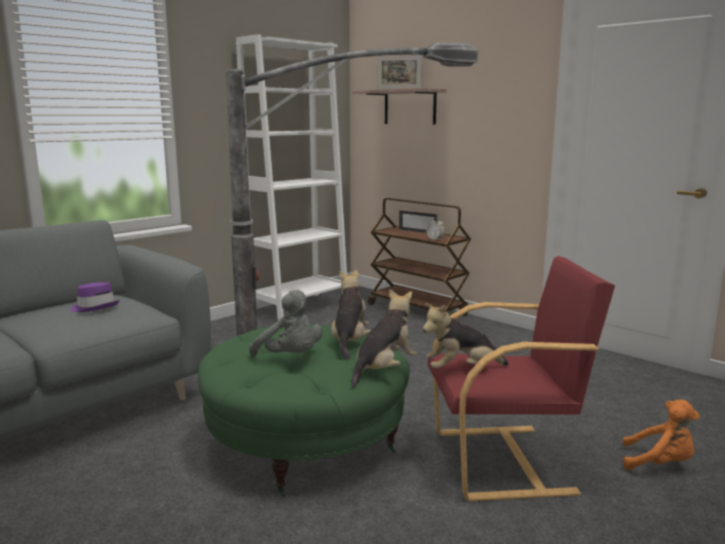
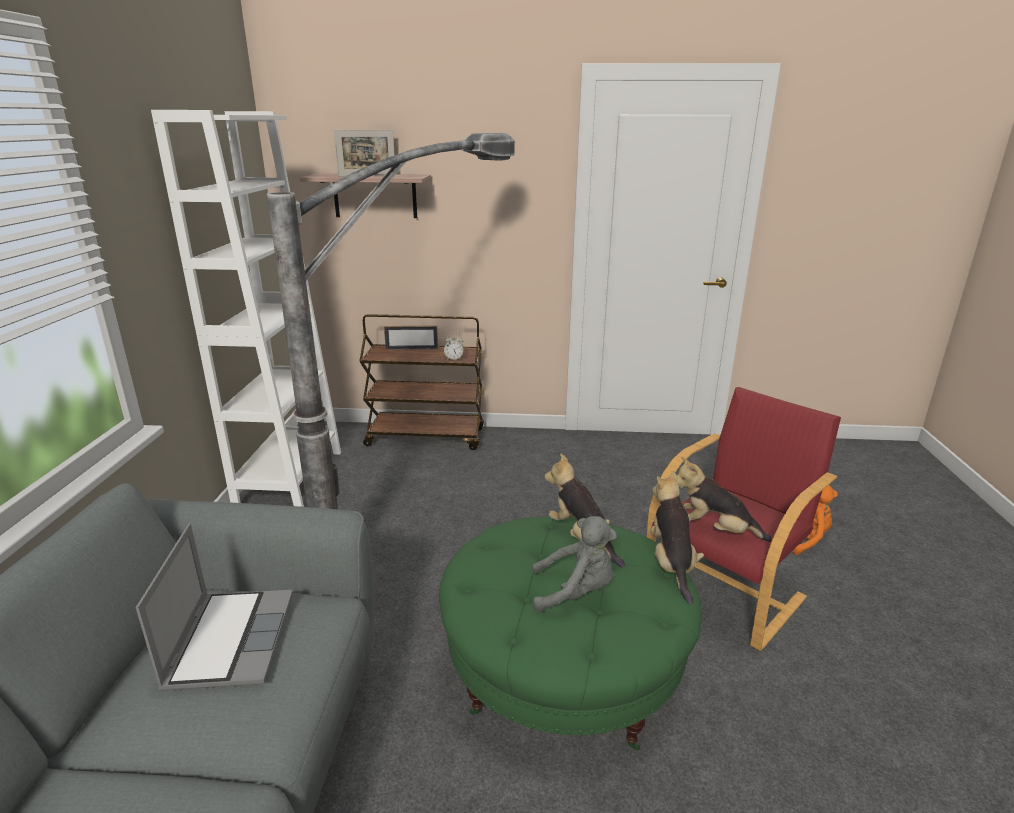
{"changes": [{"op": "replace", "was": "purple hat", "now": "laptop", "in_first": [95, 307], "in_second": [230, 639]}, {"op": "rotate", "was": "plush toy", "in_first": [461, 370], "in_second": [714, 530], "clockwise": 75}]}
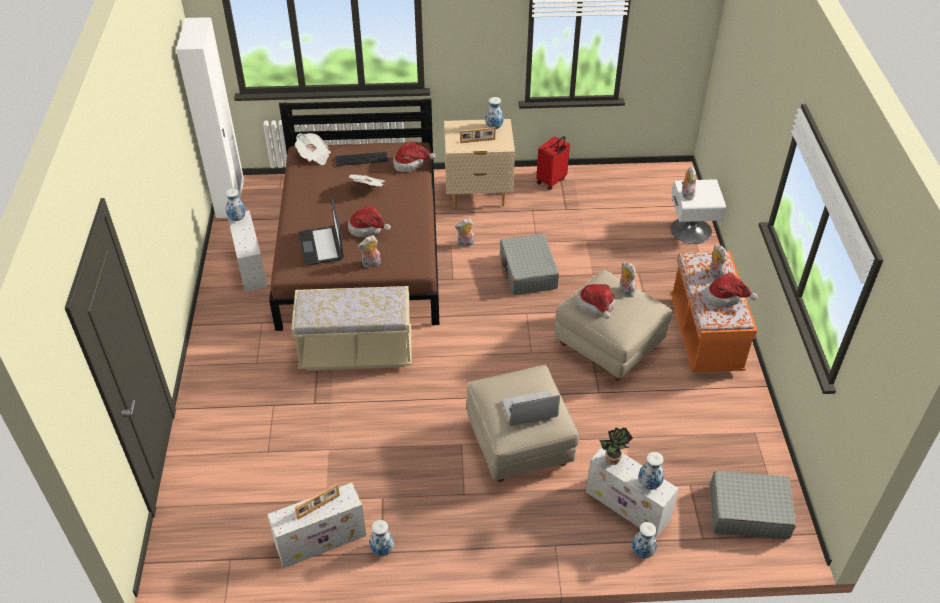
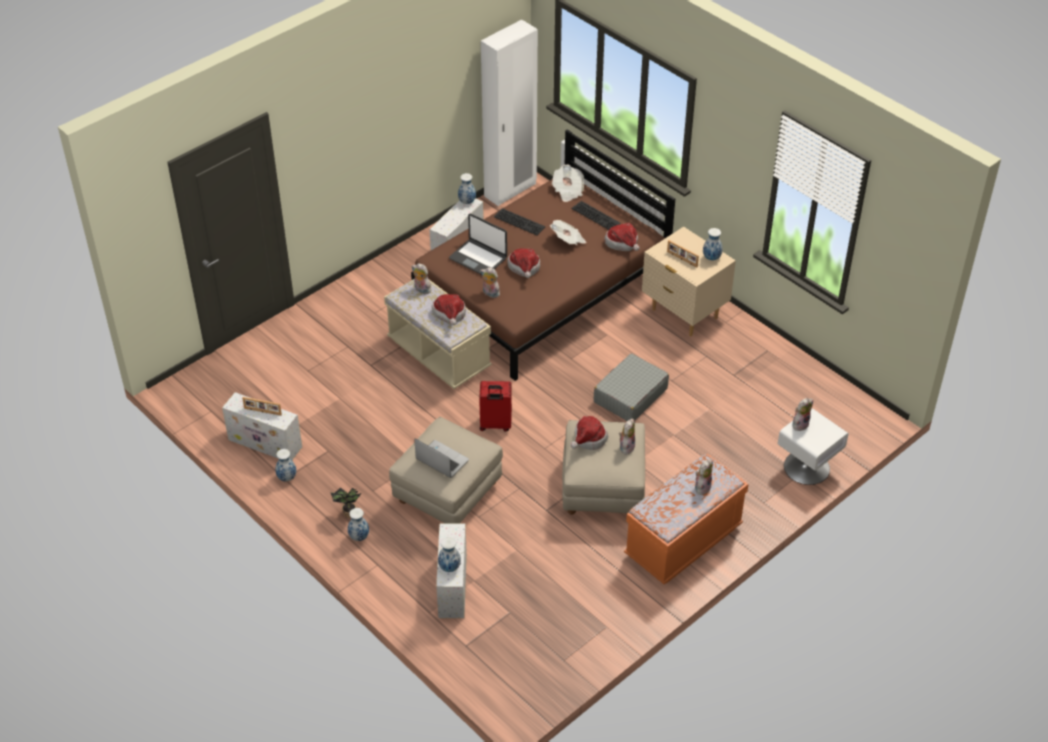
{"changes": [{"op": "move", "was": "potted plant", "in_first": [612, 461], "in_second": [348, 514]}, {"op": "move", "was": "vase", "in_first": [642, 552], "in_second": [358, 536]}, {"op": "move", "was": "plush toy", "in_first": [465, 244], "in_second": [421, 290]}, {"op": "move", "was": "hat", "in_first": [726, 297], "in_second": [450, 315]}, {"op": "rotate", "was": "laptop", "in_first": [322, 246], "in_second": [478, 258], "clockwise": -90}, {"op": "move", "was": "red suitcase", "in_first": [552, 181], "in_second": [495, 425]}, {"op": "insert", "now": "keyboard", "in_second": [520, 221]}, {"op": "delete", "was": "grey suitcase", "in_first": [748, 512]}]}
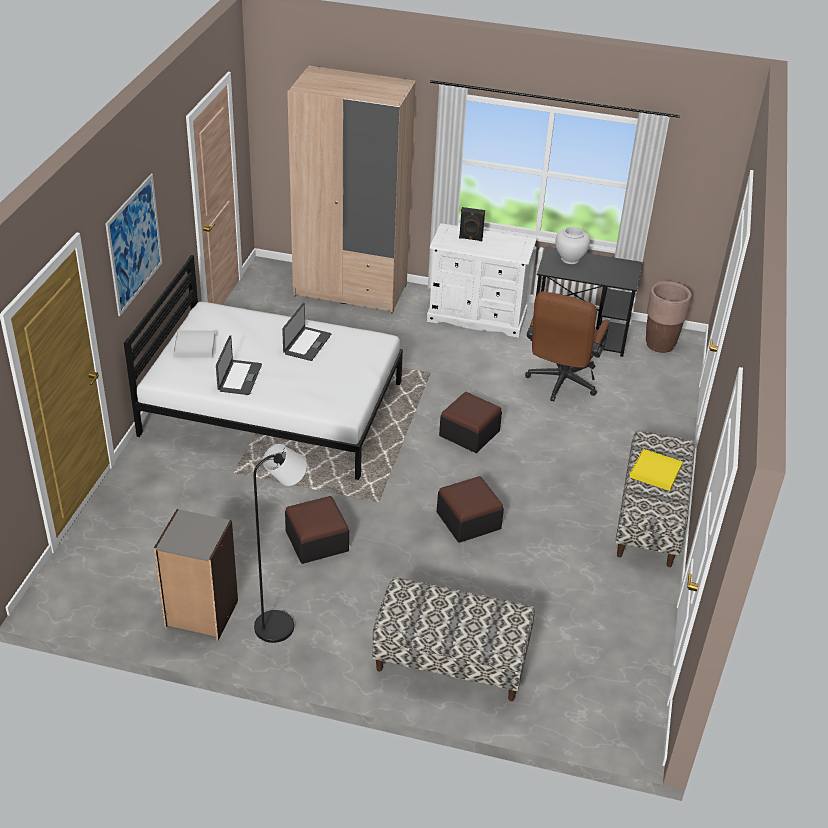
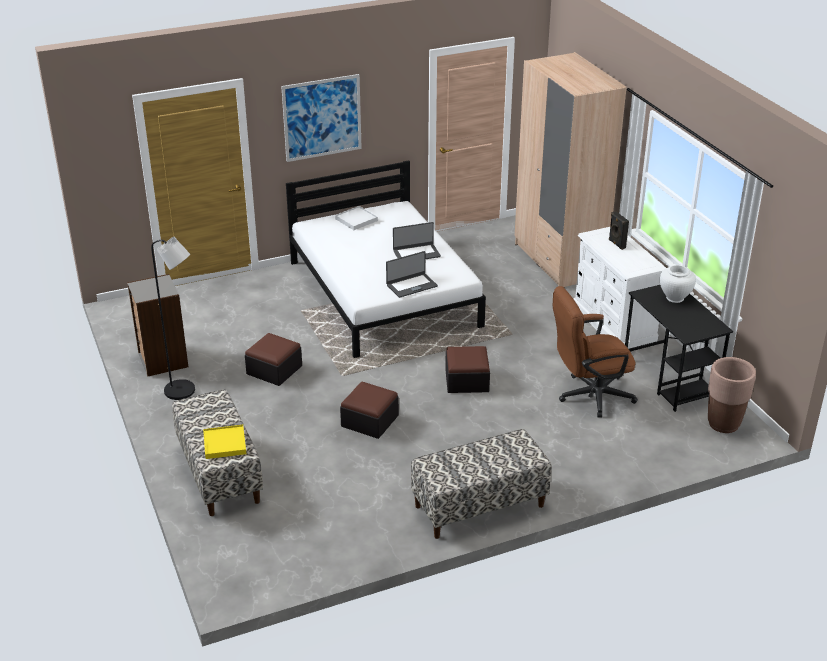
{"changes": [{"op": "move", "was": "yellow tray", "in_first": [655, 471], "in_second": [225, 444]}, {"op": "move", "was": "laptop", "in_first": [239, 378], "in_second": [411, 285]}]}
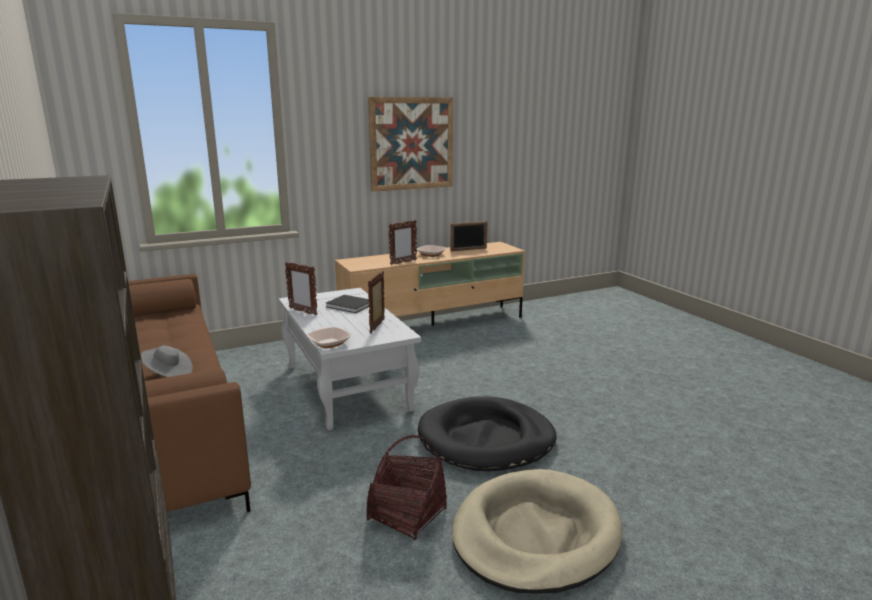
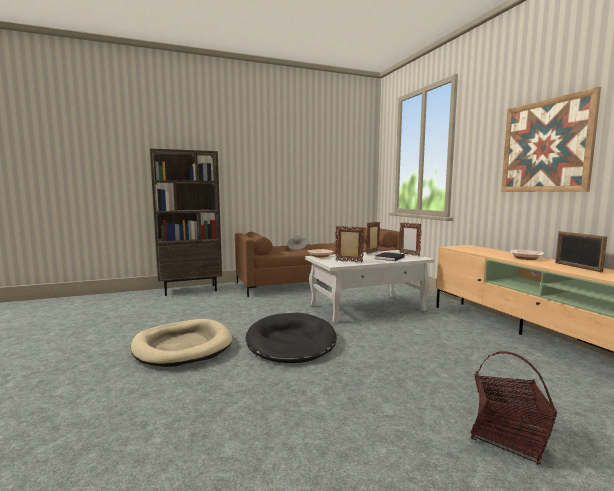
{"changes": [{"op": "move", "was": "picture frame", "in_first": [403, 262], "in_second": [409, 254]}, {"op": "move", "was": "basket", "in_first": [407, 514], "in_second": [508, 437]}]}
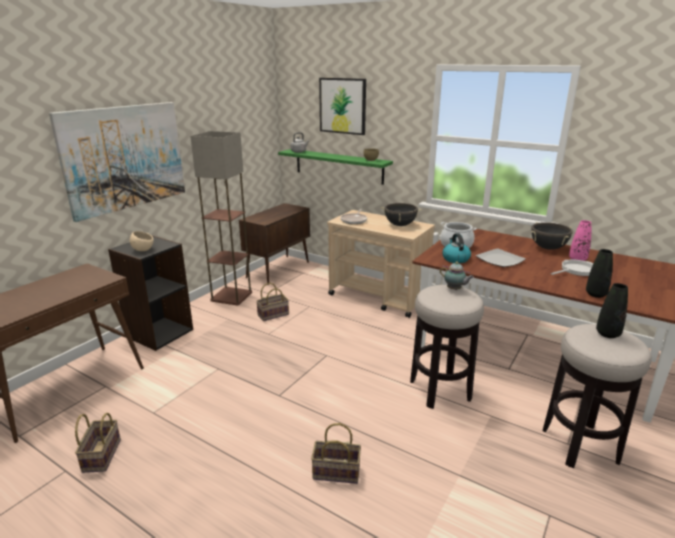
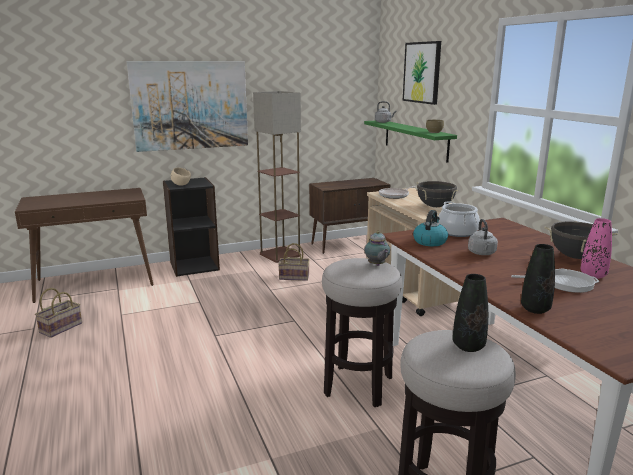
{"changes": [{"op": "replace", "was": "plate", "now": "grey kettle", "in_first": [500, 260], "in_second": [482, 253]}, {"op": "delete", "was": "basket", "in_first": [335, 473]}]}
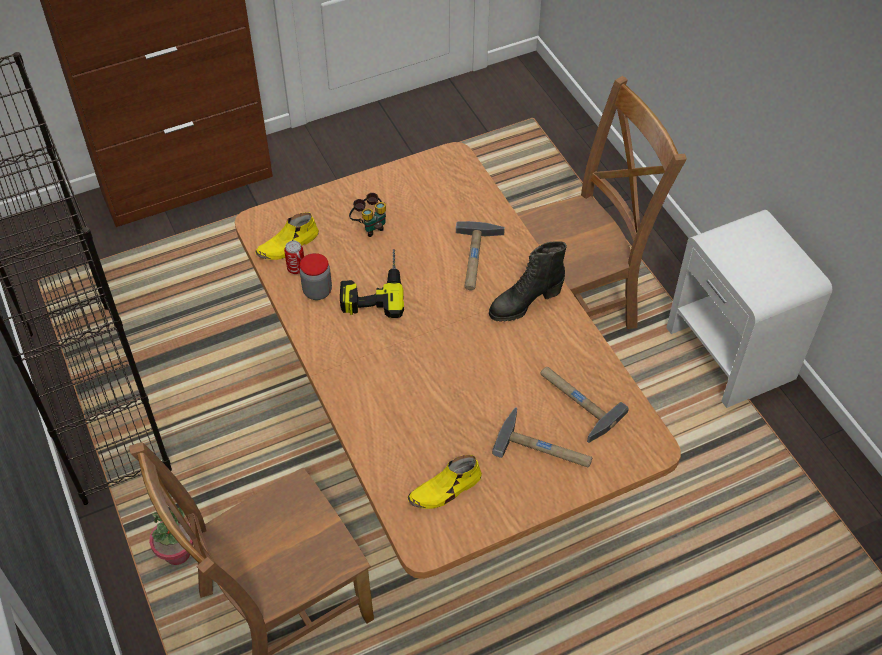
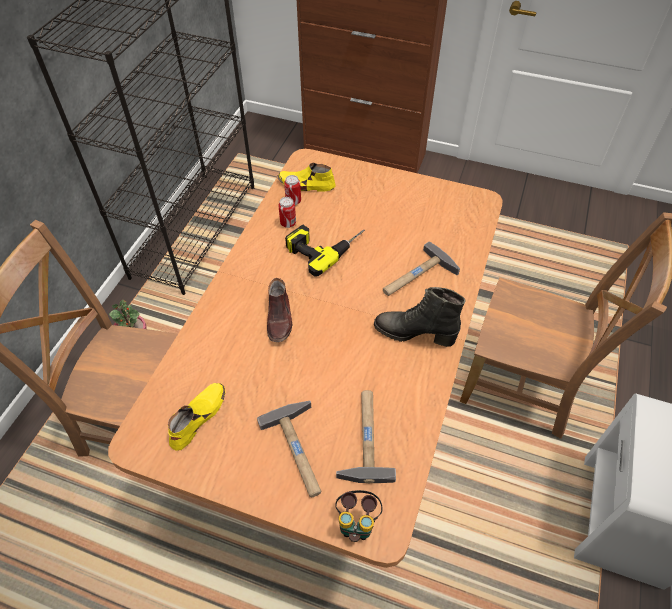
{"changes": [{"op": "rotate", "was": "yellow shoe", "in_first": [445, 490], "in_second": [197, 417], "clockwise": 105}, {"op": "insert", "now": "brown shoe", "in_second": [279, 318]}, {"op": "replace", "was": "jar", "now": "can", "in_first": [317, 291], "in_second": [288, 223]}, {"op": "move", "was": "binoculars", "in_first": [370, 226], "in_second": [357, 522]}]}
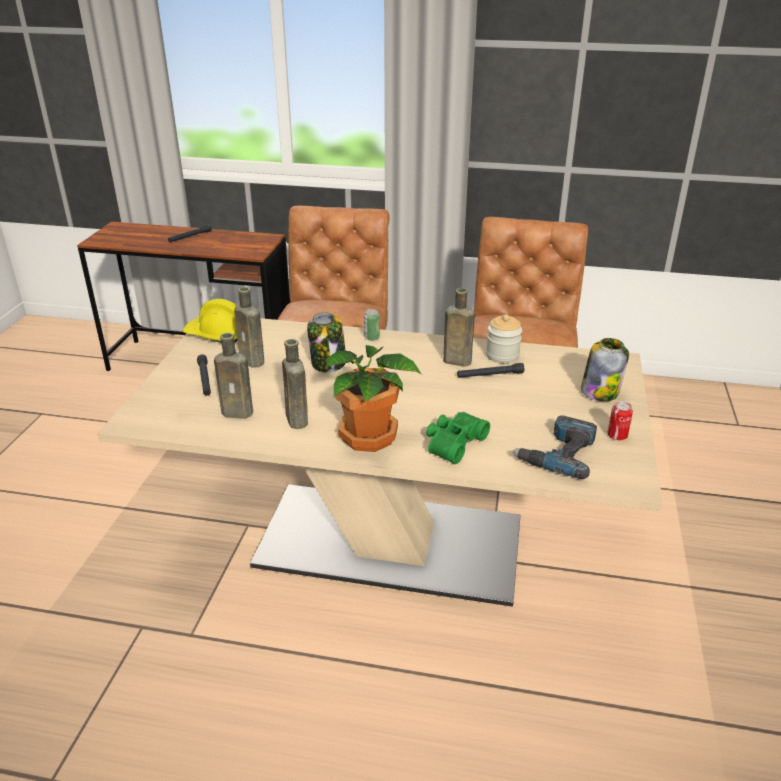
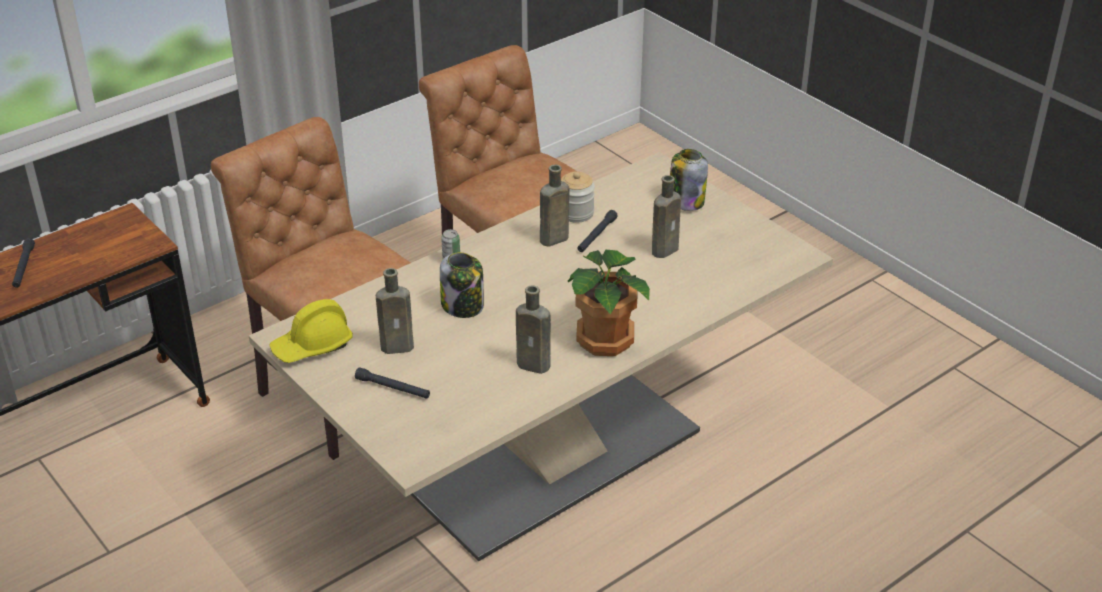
{"changes": [{"op": "move", "was": "brown bottle", "in_first": [239, 413], "in_second": [666, 249]}, {"op": "delete", "was": "green binoculars", "in_first": [453, 443]}, {"op": "delete", "was": "power drill", "in_first": [557, 453]}, {"op": "delete", "was": "can", "in_first": [617, 436]}]}
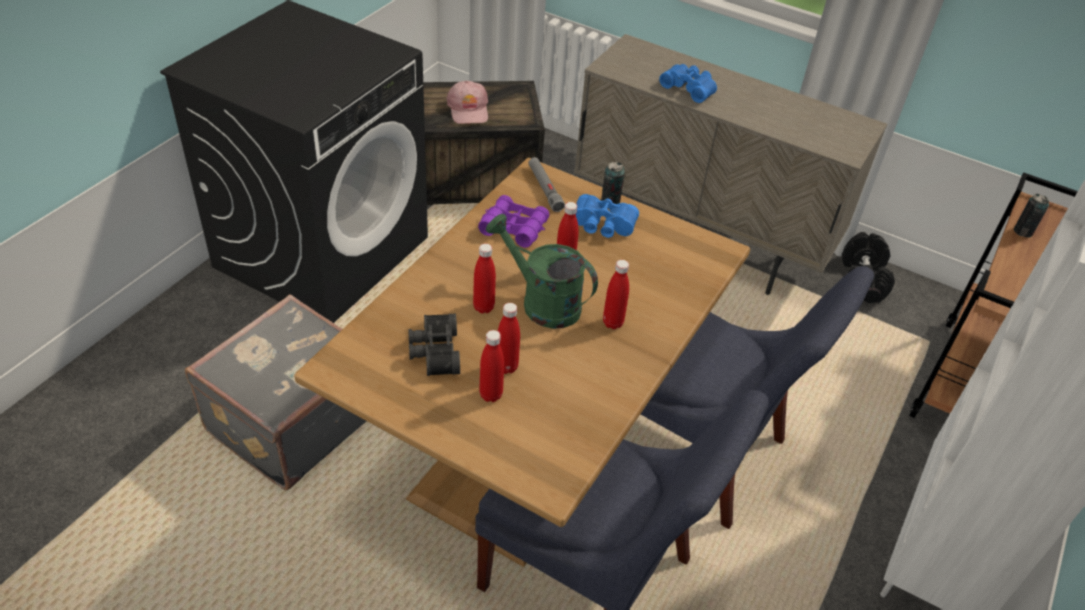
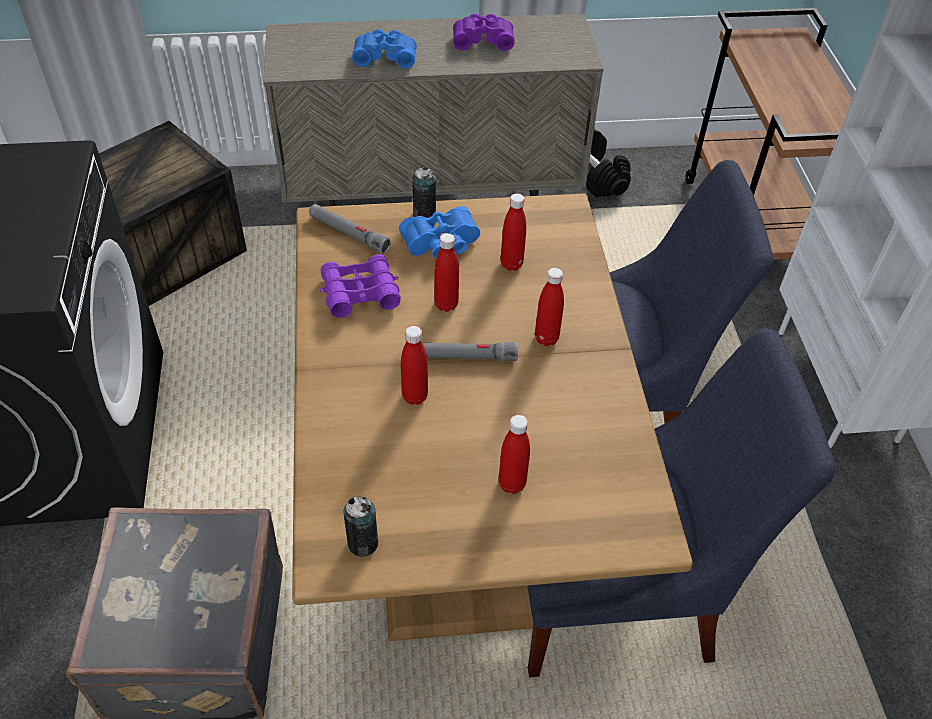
{"changes": [{"op": "move", "was": "can", "in_first": [1023, 232], "in_second": [363, 543]}, {"op": "replace", "was": "green watering can", "now": "grey flashlight", "in_first": [542, 302], "in_second": [464, 357]}, {"op": "insert", "now": "purple binoculars", "in_second": [482, 39]}, {"op": "move", "was": "red bottle", "in_first": [506, 367], "in_second": [511, 264]}, {"op": "delete", "was": "black binoculars", "in_first": [433, 352]}, {"op": "delete", "was": "pink cap", "in_first": [468, 109]}]}
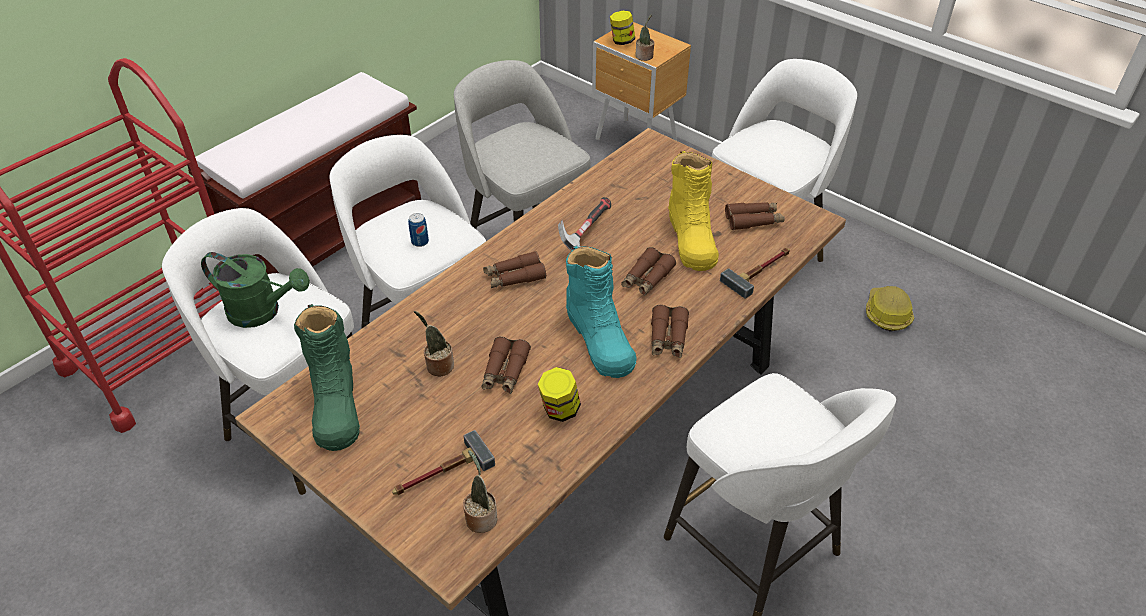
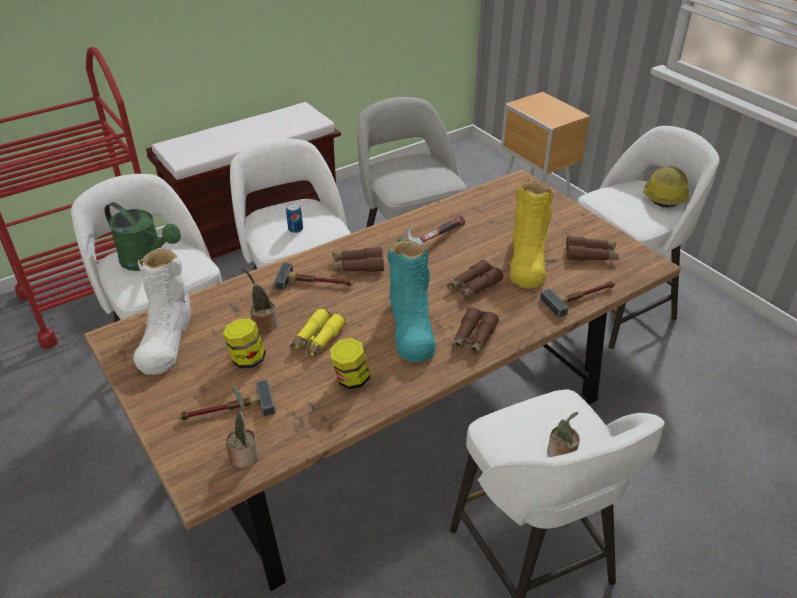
{"changes": [{"op": "recolor", "was": "green boot", "now": "white boot", "in_first": [335, 404], "in_second": [166, 338]}, {"op": "move", "was": "jar", "in_first": [622, 41], "in_second": [247, 359]}, {"op": "insert", "now": "hammer", "in_second": [316, 283]}, {"op": "recolor", "was": "brown binoculars", "now": "yellow binoculars", "in_first": [505, 372], "in_second": [317, 339]}, {"op": "move", "was": "potted plant", "in_first": [644, 57], "in_second": [561, 454]}, {"op": "move", "was": "hard hat", "in_first": [886, 313], "in_second": [664, 195]}]}
